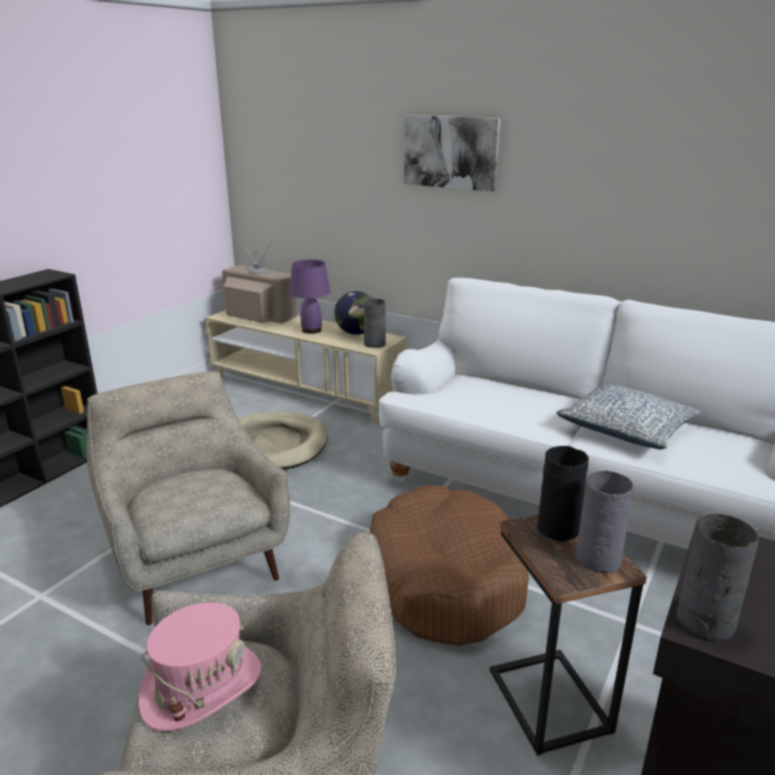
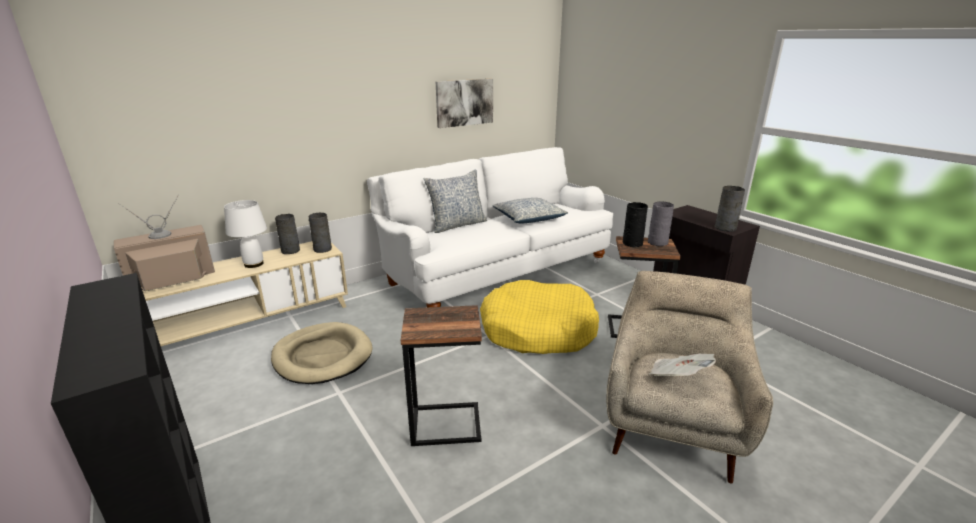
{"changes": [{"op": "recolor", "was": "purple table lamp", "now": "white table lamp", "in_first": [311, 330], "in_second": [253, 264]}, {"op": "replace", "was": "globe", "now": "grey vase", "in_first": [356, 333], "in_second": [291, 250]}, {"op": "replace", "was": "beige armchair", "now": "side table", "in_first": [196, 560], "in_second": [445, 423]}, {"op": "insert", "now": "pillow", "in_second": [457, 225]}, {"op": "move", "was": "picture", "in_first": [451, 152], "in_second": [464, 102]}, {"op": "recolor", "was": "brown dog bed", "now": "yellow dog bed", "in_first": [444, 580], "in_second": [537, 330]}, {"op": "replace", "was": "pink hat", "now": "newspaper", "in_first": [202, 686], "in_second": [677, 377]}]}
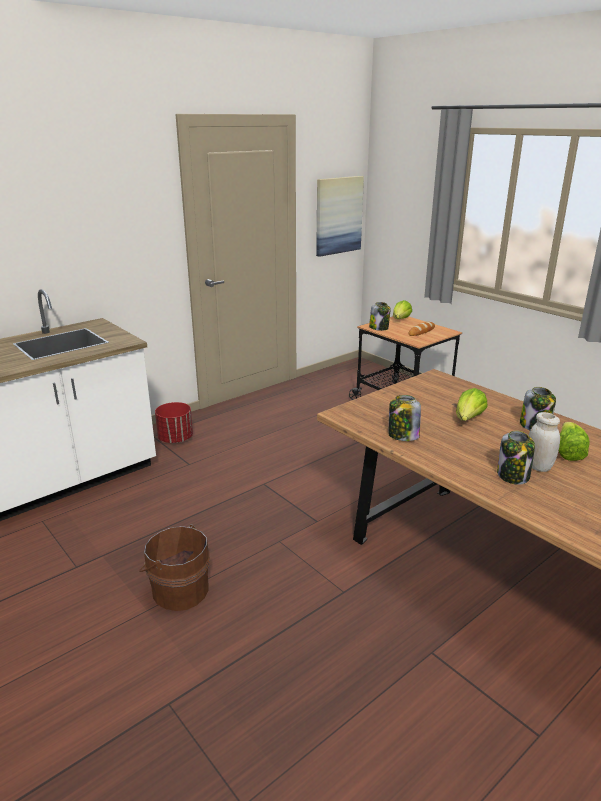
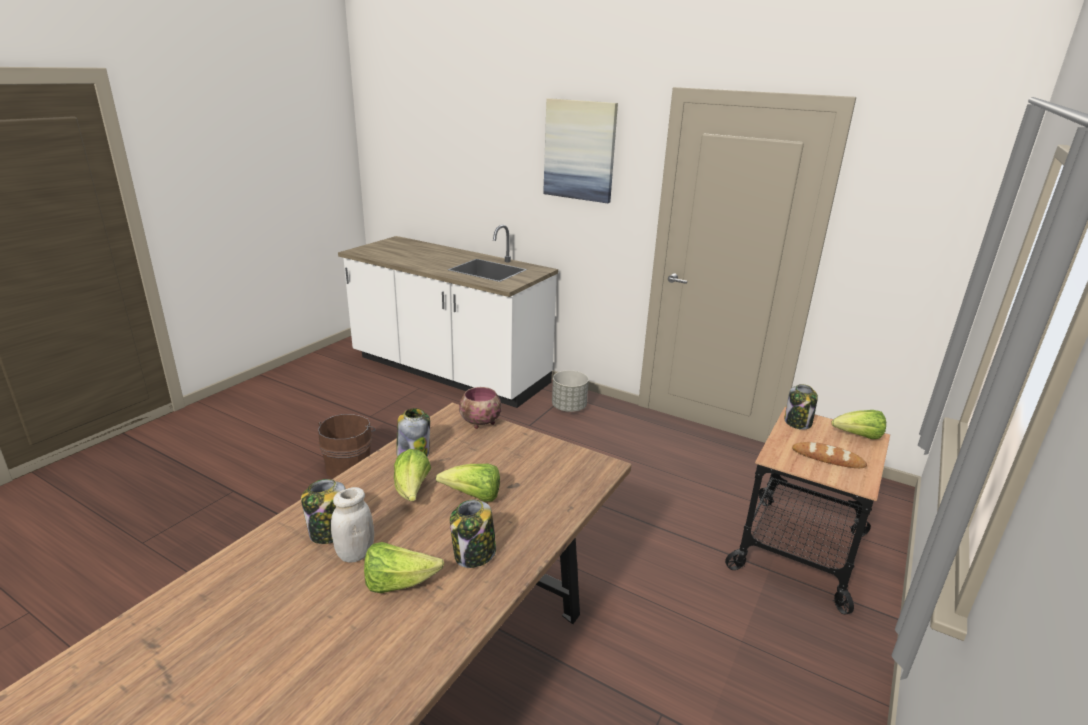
{"changes": [{"op": "insert", "now": "lettuce", "in_second": [412, 491]}, {"op": "insert", "now": "bowl", "in_second": [480, 423]}, {"op": "move", "was": "picture", "in_first": [338, 215], "in_second": [580, 150]}, {"op": "recolor", "was": "red planter", "now": "grey planter", "in_first": [176, 439], "in_second": [569, 407]}]}
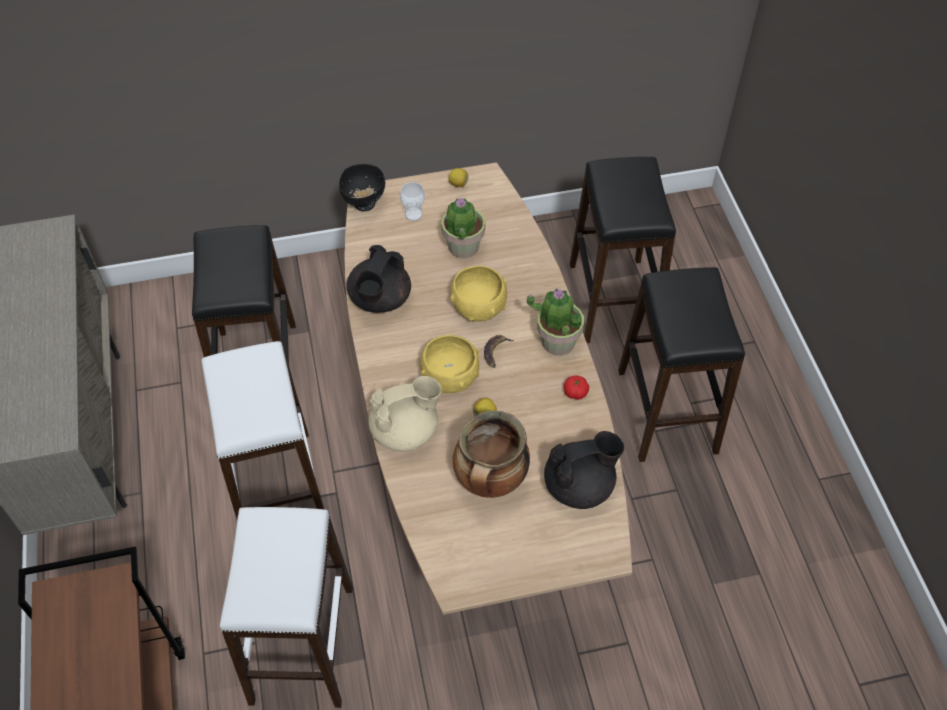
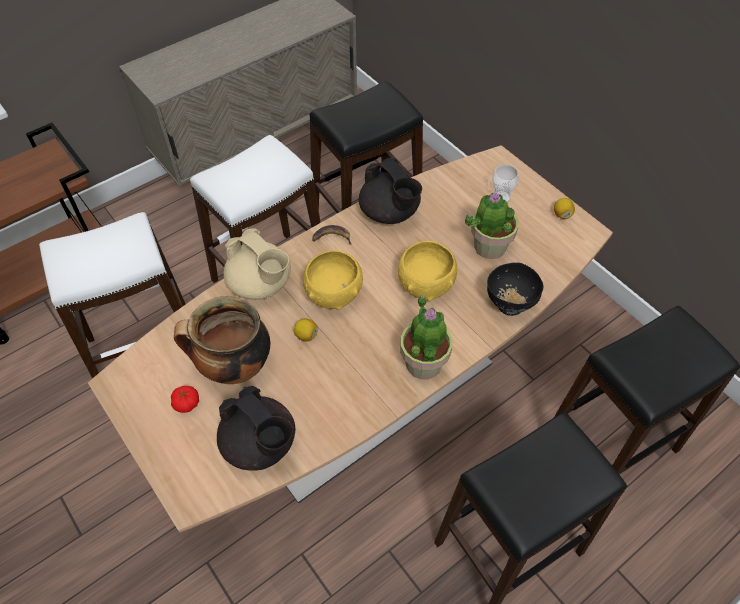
{"changes": [{"op": "move", "was": "tomato", "in_first": [575, 392], "in_second": [186, 403]}, {"op": "move", "was": "banana", "in_first": [496, 352], "in_second": [331, 237]}, {"op": "rotate", "was": "black teapot", "in_first": [379, 300], "in_second": [390, 213], "clockwise": -120}, {"op": "move", "was": "black bowl", "in_first": [364, 204], "in_second": [509, 306]}]}
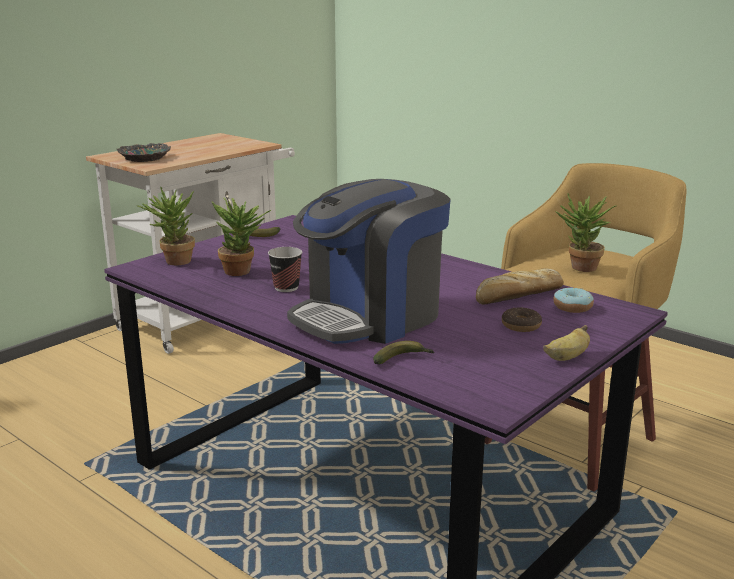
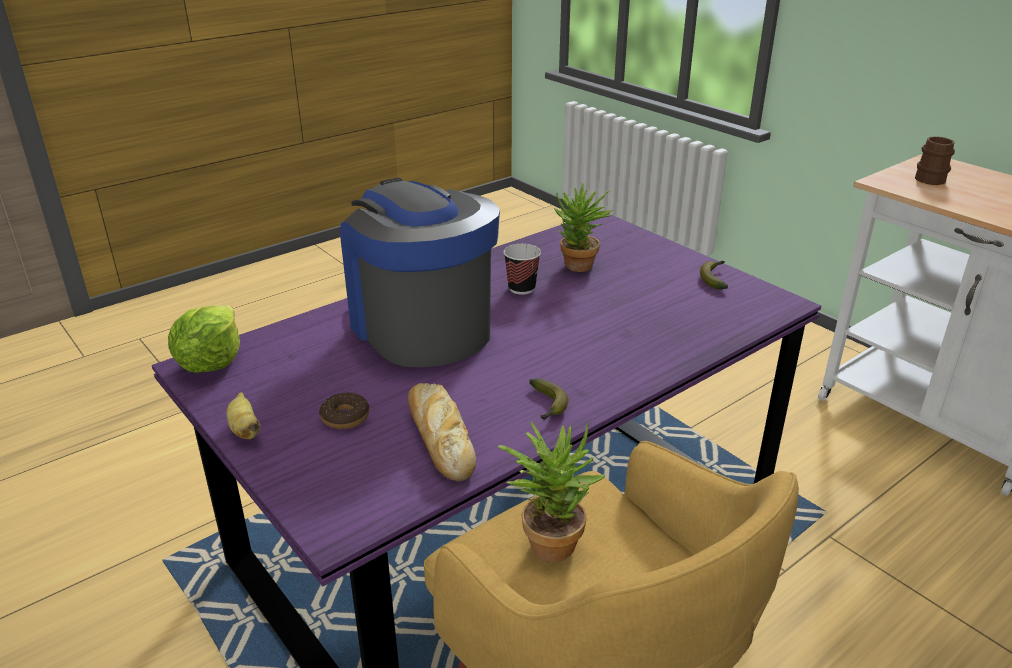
{"changes": [{"op": "insert", "now": "lettuce", "in_second": [211, 362]}, {"op": "move", "was": "banana", "in_first": [403, 359], "in_second": [547, 406]}, {"op": "replace", "was": "bowl", "now": "brown mug", "in_first": [144, 158], "in_second": [930, 178]}, {"op": "delete", "was": "potted plant", "in_first": [173, 262]}, {"op": "delete", "was": "donut", "in_first": [572, 307]}]}
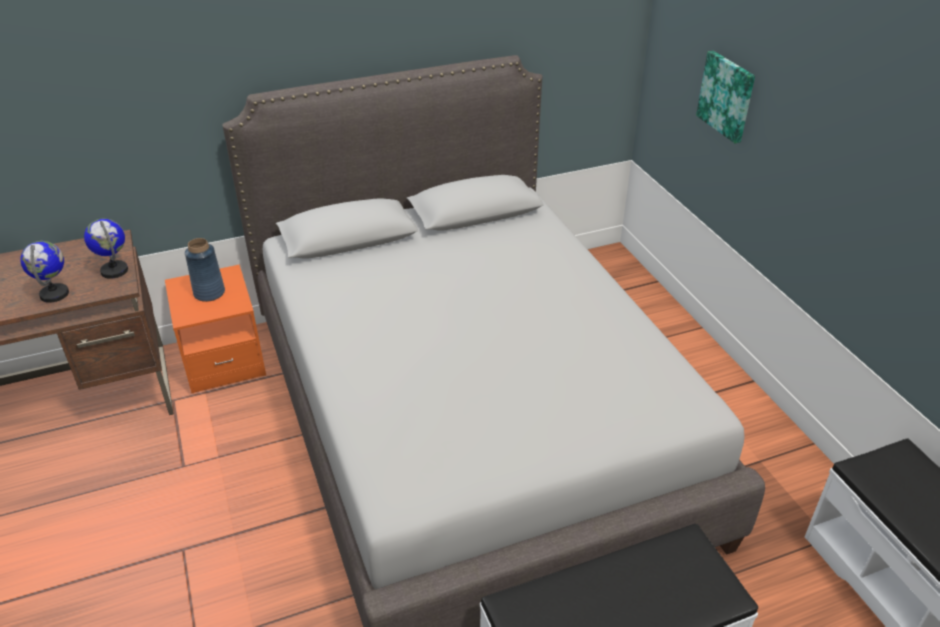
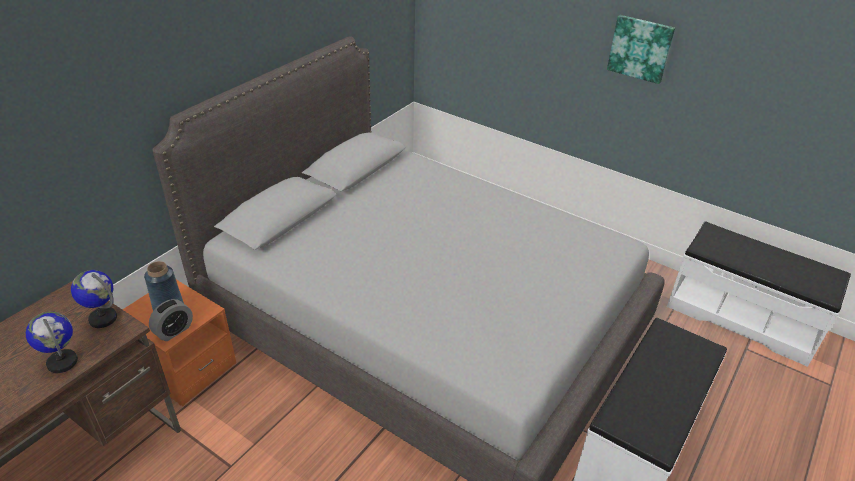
{"changes": [{"op": "insert", "now": "alarm clock", "in_second": [174, 331]}, {"op": "move", "was": "picture", "in_first": [727, 96], "in_second": [640, 48]}]}
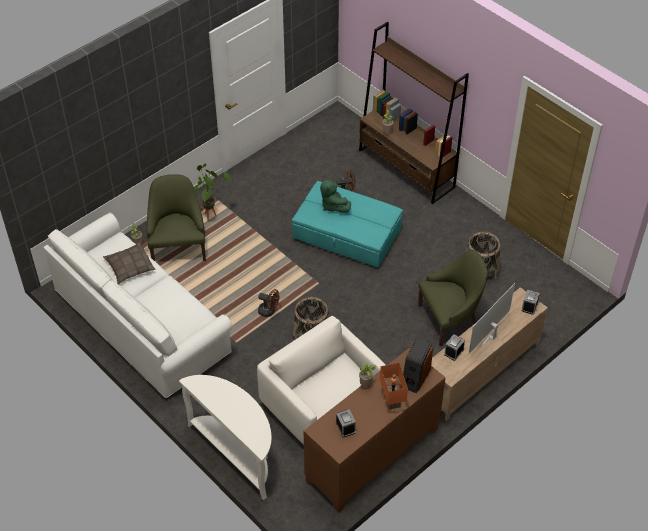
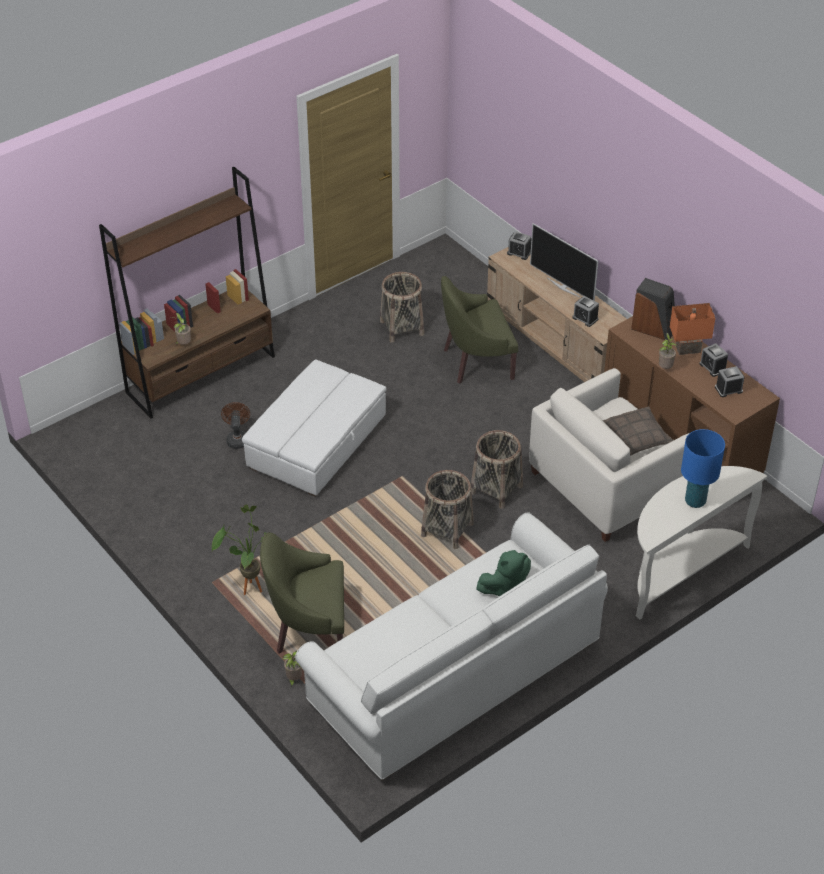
{"changes": [{"op": "recolor", "was": "turquoise ottoman", "now": "white ottoman", "in_first": [346, 235], "in_second": [317, 443]}, {"op": "replace", "was": "brown fan", "now": "basket", "in_first": [269, 311], "in_second": [447, 529]}, {"op": "rotate", "was": "green armchair", "in_first": [450, 319], "in_second": [476, 361], "clockwise": -90}, {"op": "move", "was": "green plush toy", "in_first": [333, 206], "in_second": [505, 587]}, {"op": "move", "was": "pillow", "in_first": [129, 267], "in_second": [636, 438]}, {"op": "insert", "now": "blue table lamp", "in_second": [695, 501]}, {"op": "insert", "now": "alarm clock", "in_second": [712, 367]}]}
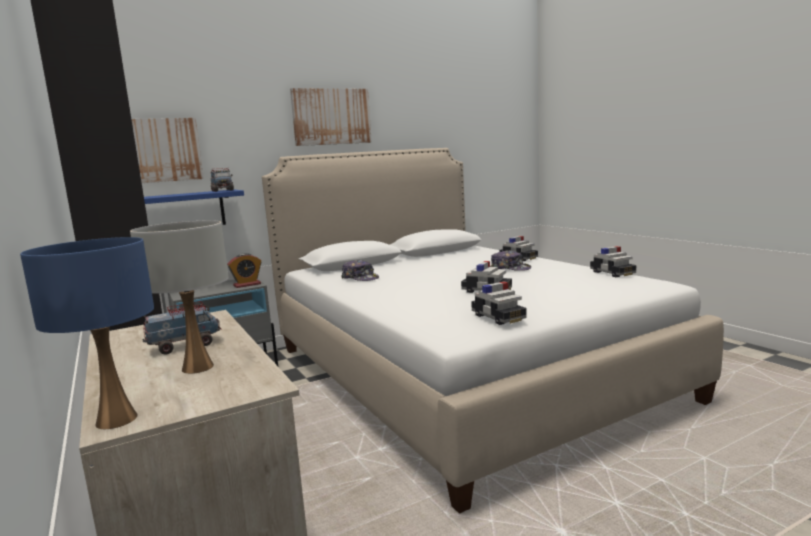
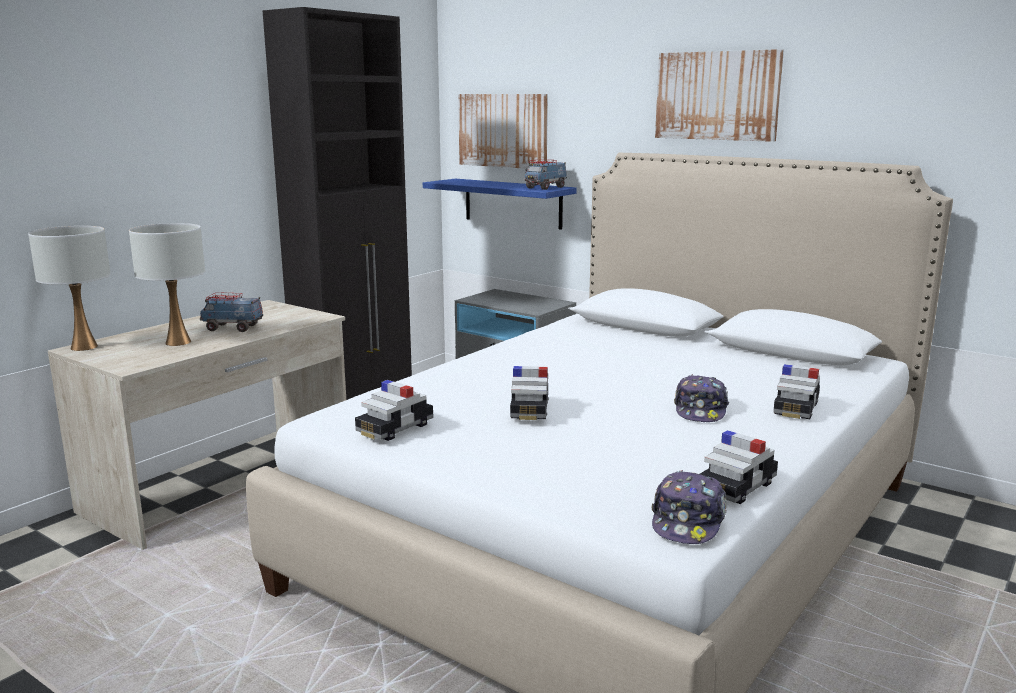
{"changes": [{"op": "recolor", "was": "blue table lamp", "now": "white table lamp", "in_first": [117, 419], "in_second": [84, 347]}, {"op": "rotate", "was": "toy truck", "in_first": [185, 346], "in_second": [232, 328], "clockwise": 150}, {"op": "move", "was": "cap", "in_first": [360, 278], "in_second": [688, 521]}, {"op": "delete", "was": "alarm clock", "in_first": [247, 285]}]}
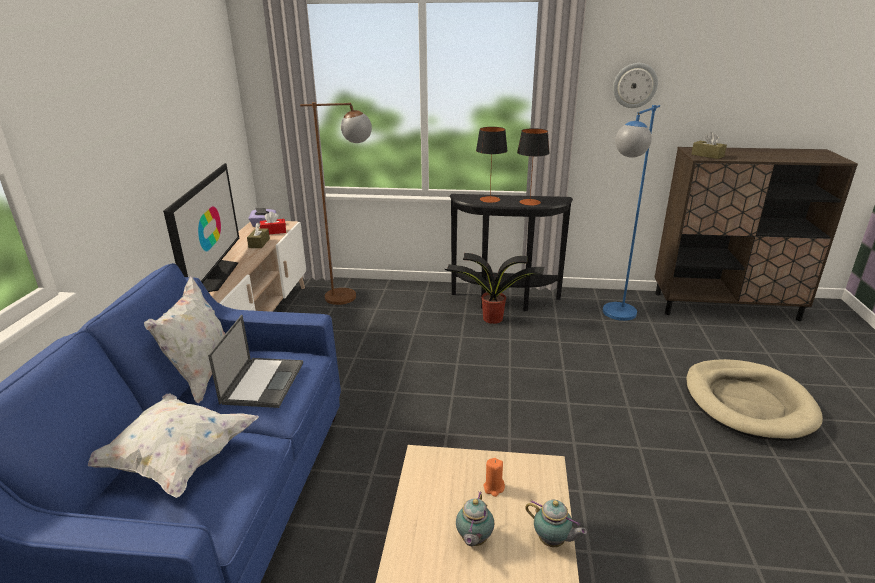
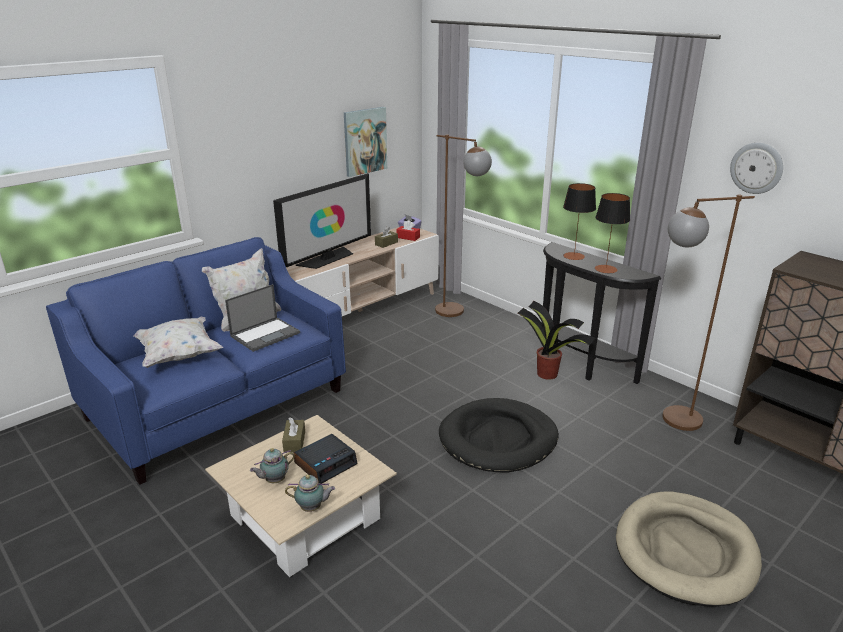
{"changes": [{"op": "move", "was": "brown tissue box", "in_first": [707, 155], "in_second": [294, 441]}, {"op": "rotate", "was": "teapot", "in_first": [553, 541], "in_second": [312, 508], "clockwise": -75}, {"op": "replace", "was": "orange candle", "now": "alarm clock", "in_first": [493, 488], "in_second": [326, 463]}, {"op": "insert", "now": "picture", "in_second": [365, 141]}, {"op": "insert", "now": "black dog bed", "in_second": [498, 439]}, {"op": "recolor", "was": "blue floor lamp", "now": "brown floor lamp", "in_first": [614, 317], "in_second": [669, 421]}]}
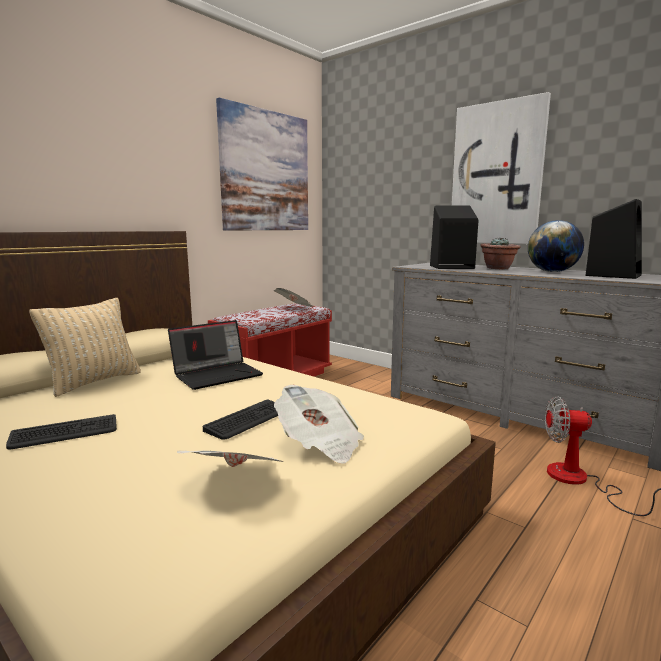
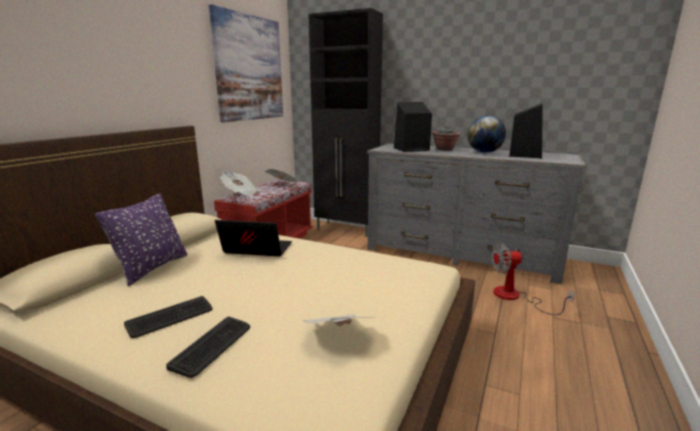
{"changes": [{"op": "recolor", "was": "beige pillow", "now": "purple pillow", "in_first": [94, 382], "in_second": [152, 268]}, {"op": "move", "was": "keyboard", "in_first": [248, 420], "in_second": [212, 346]}, {"op": "rotate", "was": "laptop", "in_first": [218, 374], "in_second": [255, 250], "clockwise": -120}, {"op": "move", "was": "newspaper", "in_first": [320, 444], "in_second": [240, 193]}, {"op": "insert", "now": "black cabinet", "in_second": [347, 229]}, {"op": "delete", "was": "picture", "in_first": [497, 174]}]}
